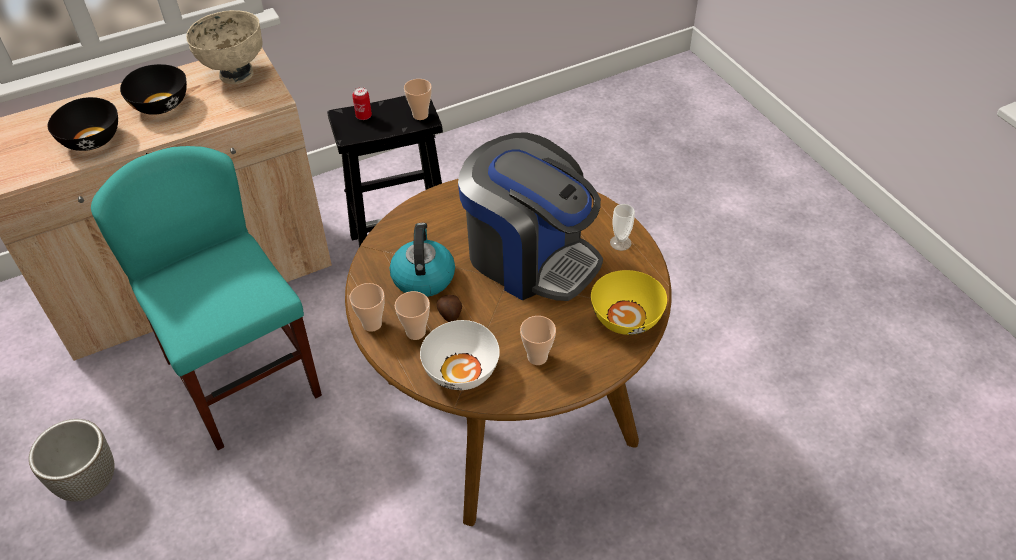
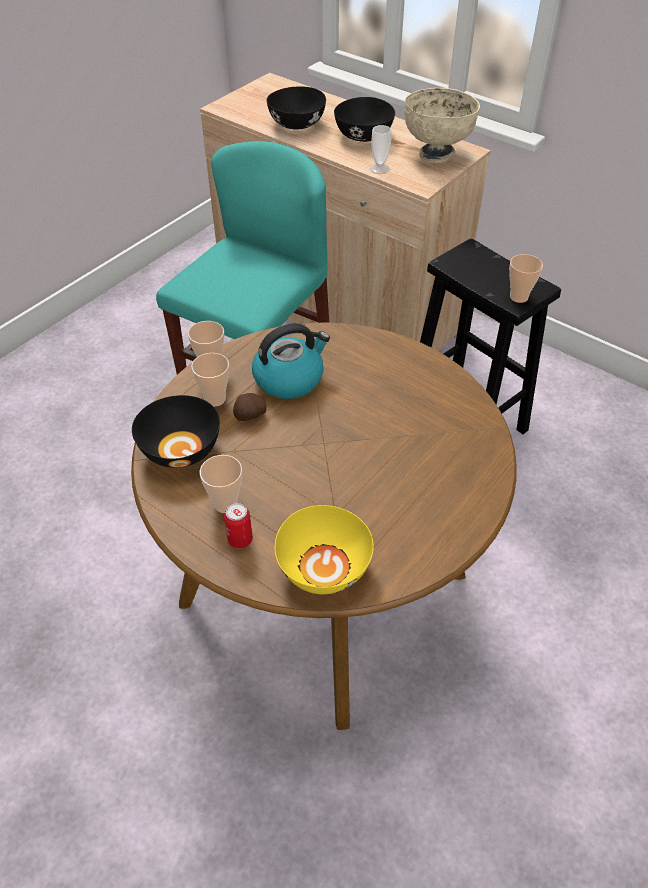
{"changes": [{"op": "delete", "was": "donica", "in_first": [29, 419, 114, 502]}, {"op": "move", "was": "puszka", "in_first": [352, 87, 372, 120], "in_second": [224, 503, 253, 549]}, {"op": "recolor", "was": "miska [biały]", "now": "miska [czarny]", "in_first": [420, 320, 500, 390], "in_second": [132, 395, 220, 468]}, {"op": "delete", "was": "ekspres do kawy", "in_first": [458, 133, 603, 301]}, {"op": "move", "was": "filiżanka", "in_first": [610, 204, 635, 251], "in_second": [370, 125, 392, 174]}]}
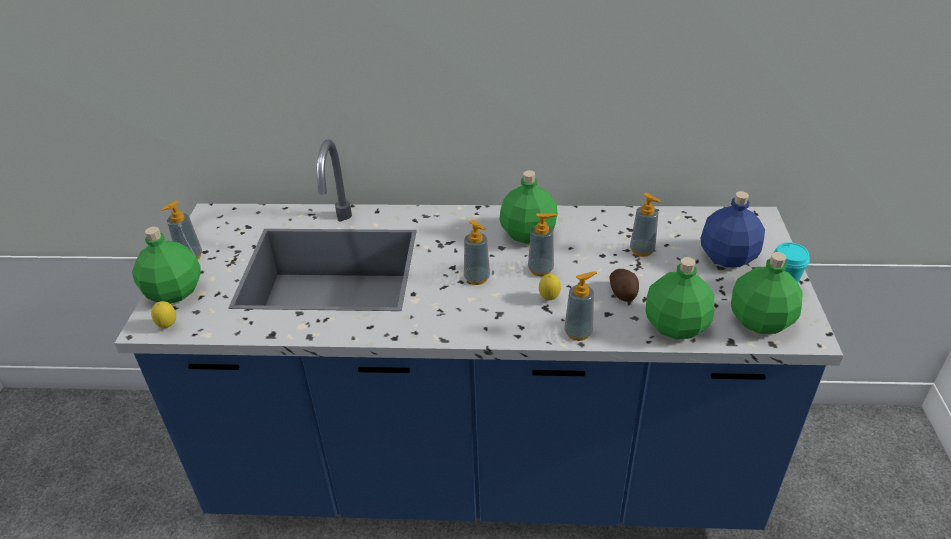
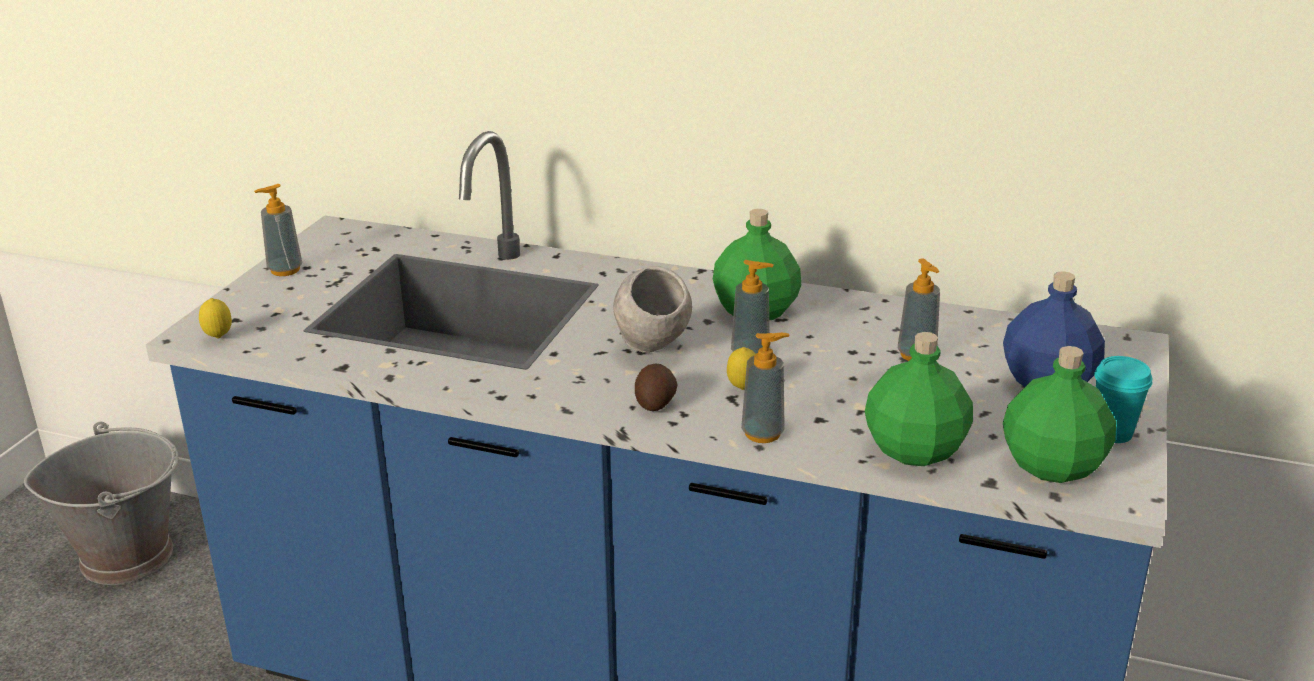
{"changes": [{"op": "delete", "was": "butelka [zielony]", "in_first": [132, 227, 201, 304]}, {"op": "replace", "was": "dozownik mydła", "now": "miska [szary]", "in_first": [464, 220, 490, 285], "in_second": [613, 266, 692, 353]}, {"op": "move", "was": "ziemniak", "in_first": [610, 269, 639, 302], "in_second": [635, 364, 677, 411]}, {"op": "insert", "now": "wiadro [szary]", "in_second": [24, 422, 179, 585]}]}
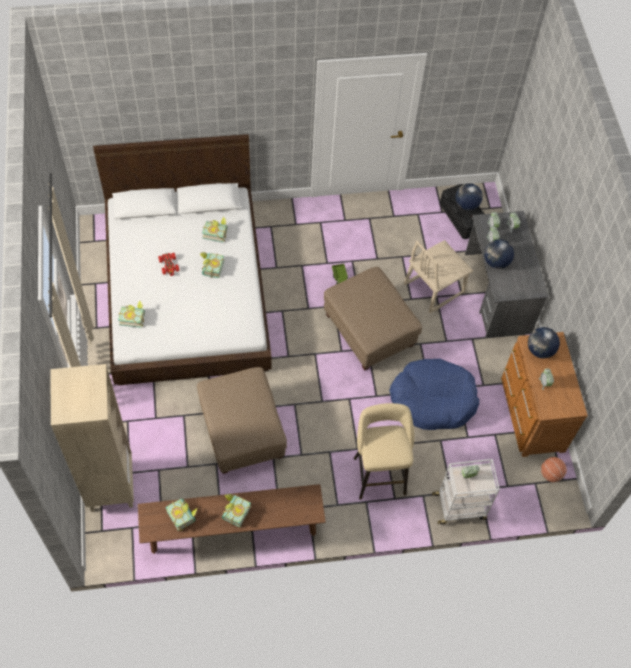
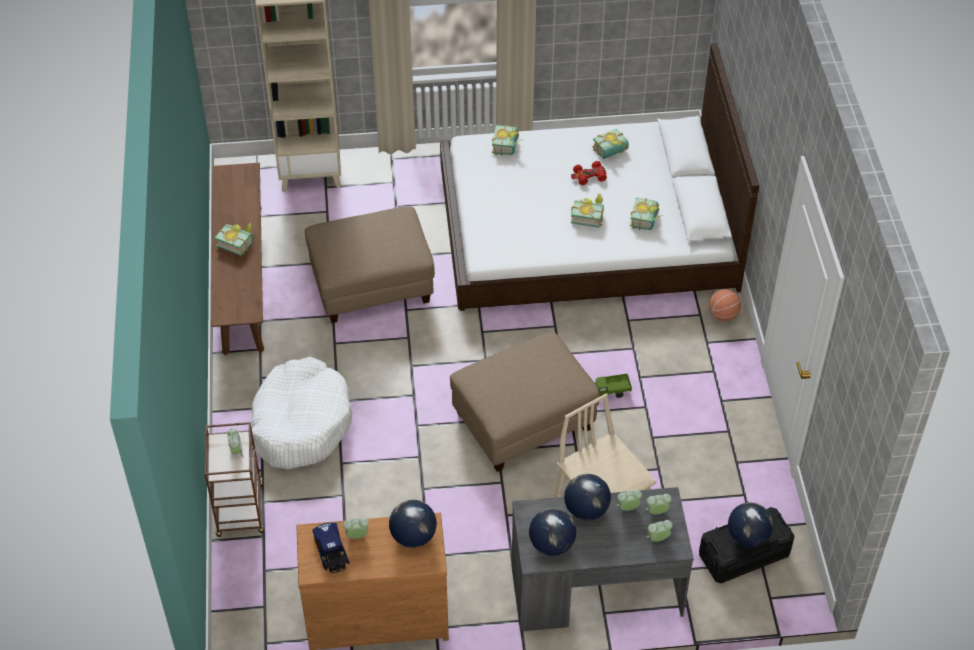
{"changes": [{"op": "move", "was": "książka", "in_first": [165, 498, 198, 531], "in_second": [593, 129, 629, 159]}, {"op": "replace", "was": "stołek [beżowy]", "now": "legowisko [biały]", "in_first": [354, 403, 414, 500], "in_second": [251, 356, 352, 469]}, {"op": "delete", "was": "legowisko [niebieski]", "in_first": [389, 359, 479, 430]}, {"op": "recolor", "was": "wózek [biały]", "now": "wózek [brązowy]", "in_first": [432, 459, 500, 525], "in_second": [205, 422, 264, 537]}, {"op": "move", "was": "piłka do koszykówki", "in_first": [541, 457, 567, 482], "in_second": [709, 289, 741, 322]}, {"op": "insert", "now": "ciężarówka zabawkowa", "in_second": [312, 523, 349, 574]}, {"op": "insert", "now": "globus", "in_second": [529, 508, 576, 556]}]}
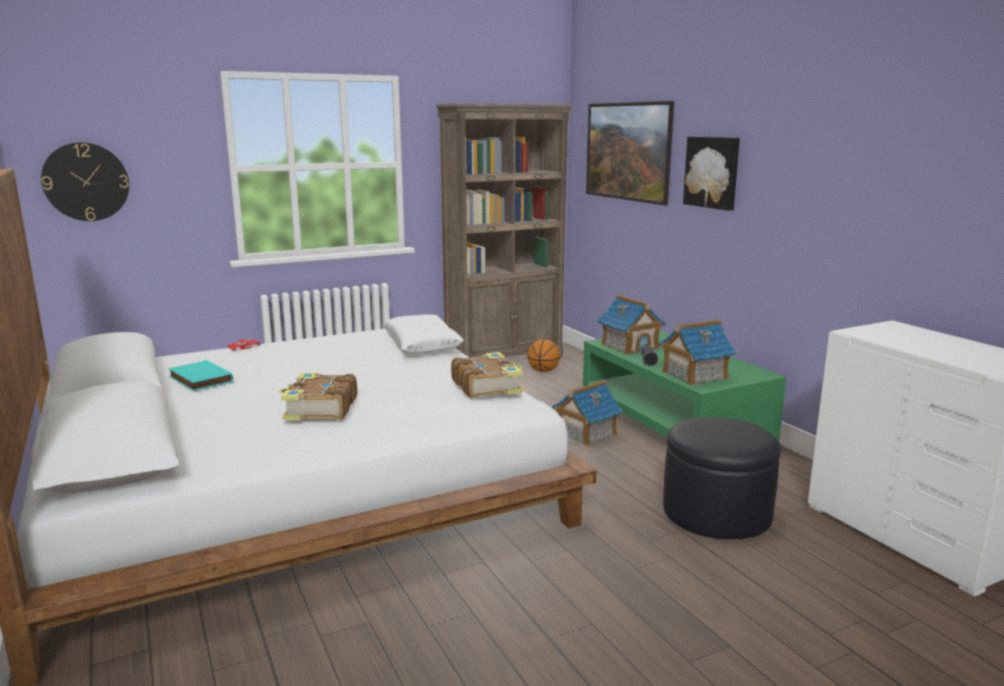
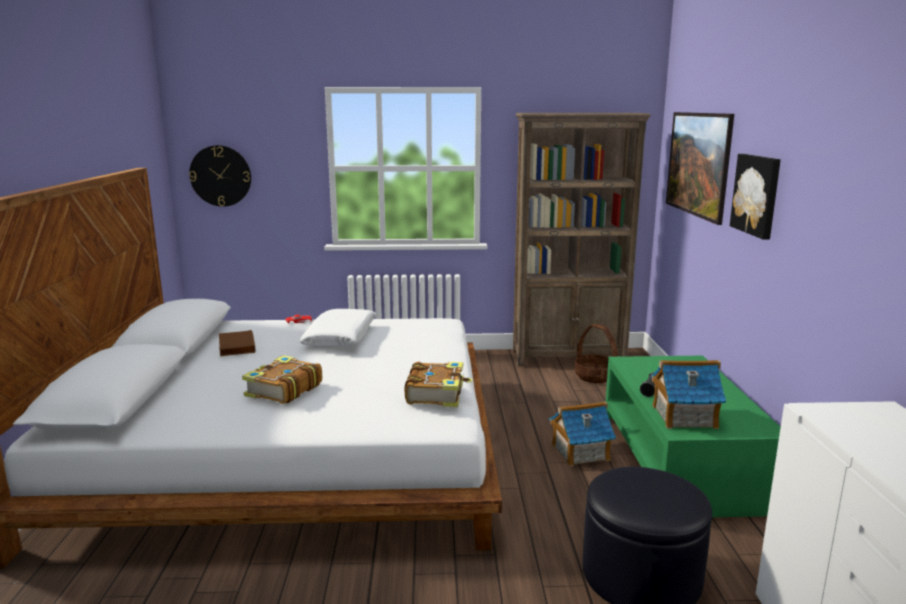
{"changes": [{"op": "recolor", "was": "książka [turkusowy]", "now": "książka [brązowy]", "in_first": [168, 360, 233, 391], "in_second": [219, 330, 256, 356]}, {"op": "move", "was": "poduszka [biały]", "in_first": [383, 314, 464, 354], "in_second": [299, 309, 376, 347]}, {"op": "replace", "was": "piłka do koszykówki", "now": "koszyk", "in_first": [527, 339, 560, 372], "in_second": [575, 324, 618, 383]}, {"op": "delete", "was": "domek", "in_first": [597, 295, 665, 355]}]}
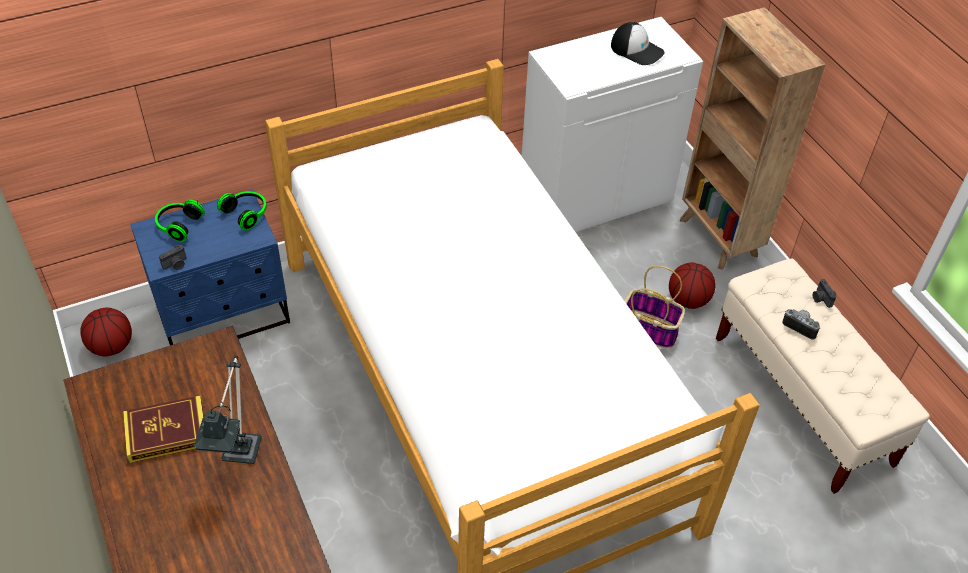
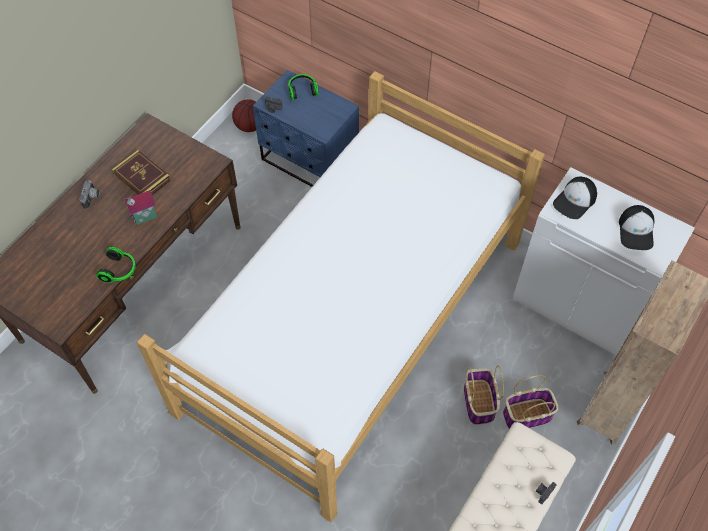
{"changes": [{"op": "replace", "was": "lampa stołowa", "now": "domek", "in_first": [194, 356, 262, 464], "in_second": [124, 190, 157, 225]}, {"op": "move", "was": "słuchawki", "in_first": [217, 191, 267, 231], "in_second": [96, 247, 136, 283]}, {"op": "replace", "was": "piłka do koszykówki", "now": "koszyk", "in_first": [669, 263, 716, 309], "in_second": [503, 375, 559, 429]}, {"op": "move", "was": "aparat fotograficzny", "in_first": [782, 309, 820, 340], "in_second": [80, 180, 100, 209]}, {"op": "insert", "now": "czapka z daszkiem", "in_second": [553, 177, 597, 219]}]}
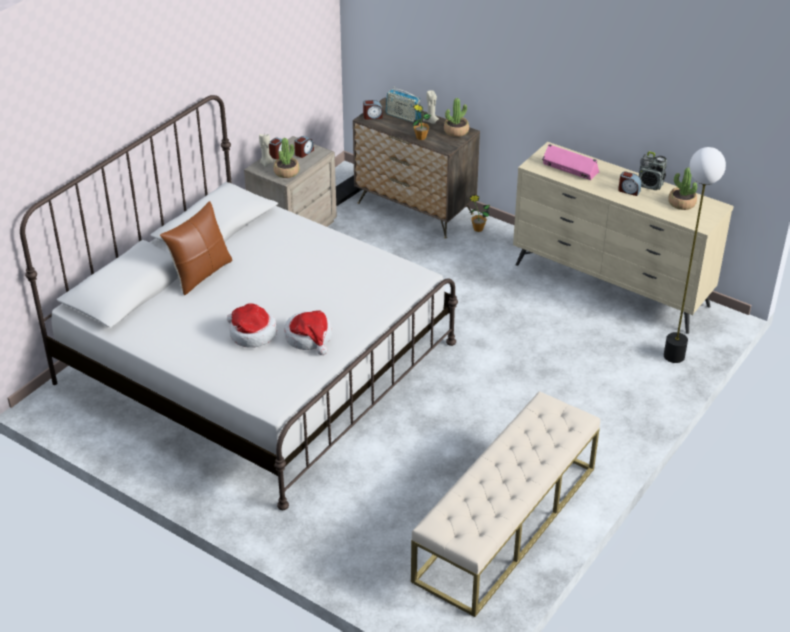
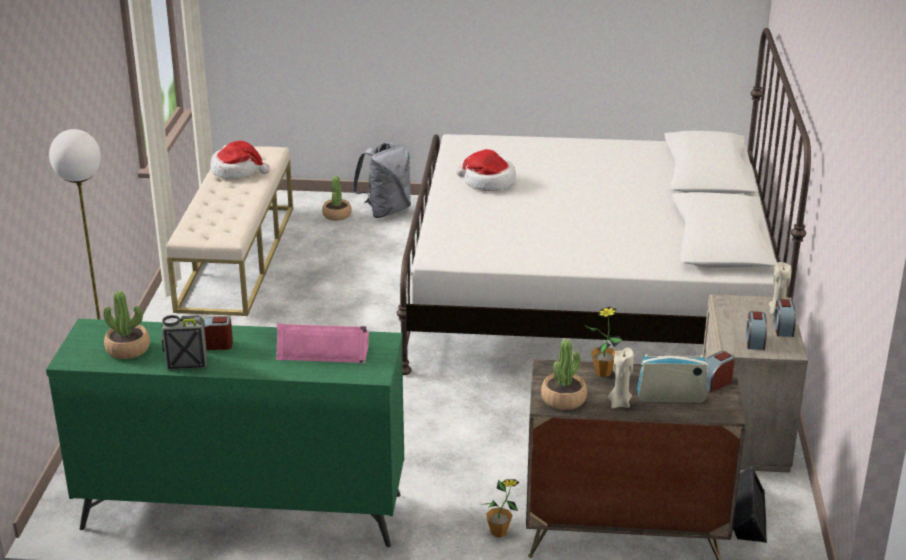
{"changes": [{"op": "delete", "was": "poduszka [brązowy]", "in_first": [160, 201, 232, 295]}, {"op": "move", "was": "kapelusz", "in_first": [227, 303, 277, 348], "in_second": [210, 141, 270, 179]}, {"op": "move", "was": "roślina doniczkowa", "in_first": [273, 138, 300, 178], "in_second": [322, 176, 352, 221]}, {"op": "recolor", "was": "komoda [beżowy]", "now": "komoda [zielony]", "in_first": [513, 142, 734, 334], "in_second": [46, 319, 404, 547]}, {"op": "insert", "now": "plecak [szary]", "in_second": [352, 142, 411, 218]}]}
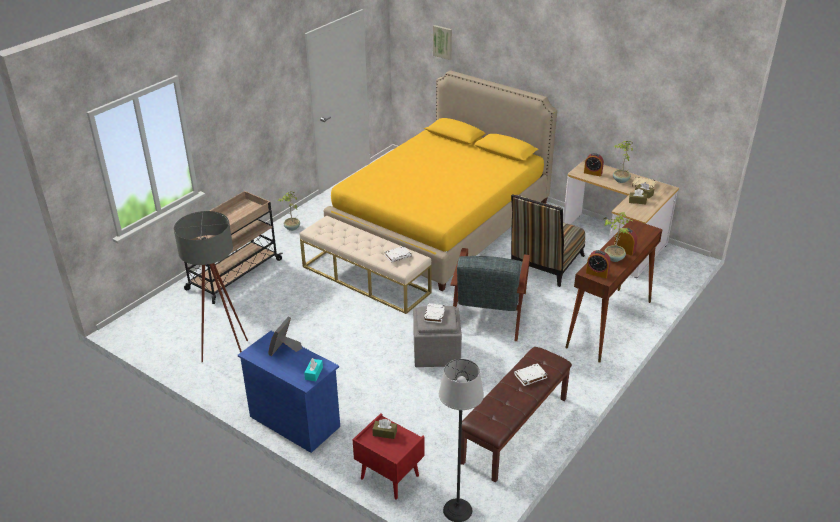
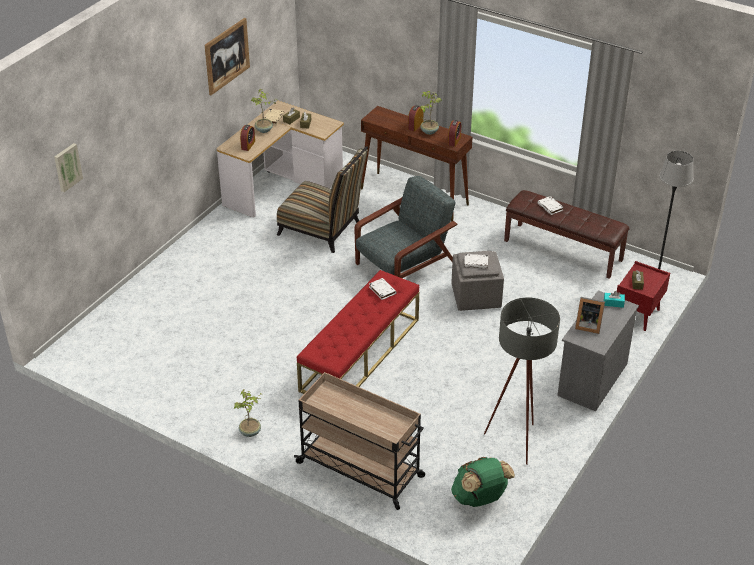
{"changes": [{"op": "recolor", "was": "komoda [niebieski]", "now": "komoda [szary]", "in_first": [238, 331, 340, 453], "in_second": [557, 290, 639, 411]}, {"op": "recolor", "was": "ławka [beżowy]", "now": "ławka [czerwony]", "in_first": [299, 215, 432, 314], "in_second": [297, 270, 419, 394]}, {"op": "delete", "was": "łóżko [żółty]", "in_first": [324, 70, 557, 291]}, {"op": "rotate", "was": "fotel [szary]", "in_first": [450, 248, 530, 341], "in_second": [355, 176, 458, 278], "clockwise": -45}, {"op": "insert", "now": "obraz", "in_second": [204, 18, 250, 95]}, {"op": "insert", "now": "plecak [zielony]", "in_second": [451, 457, 515, 507]}]}
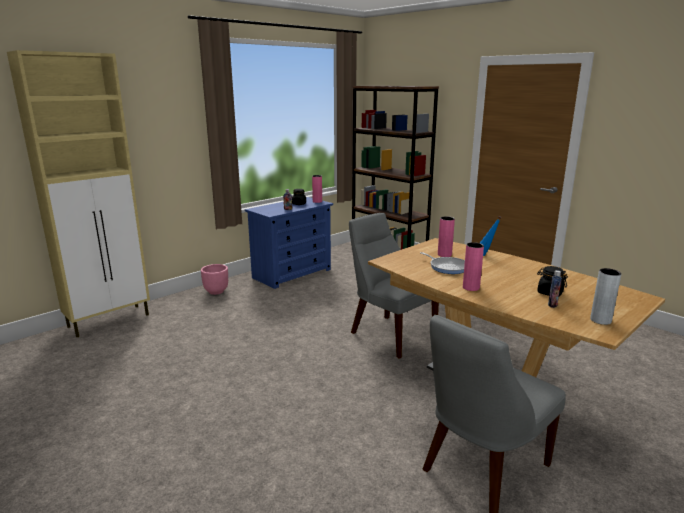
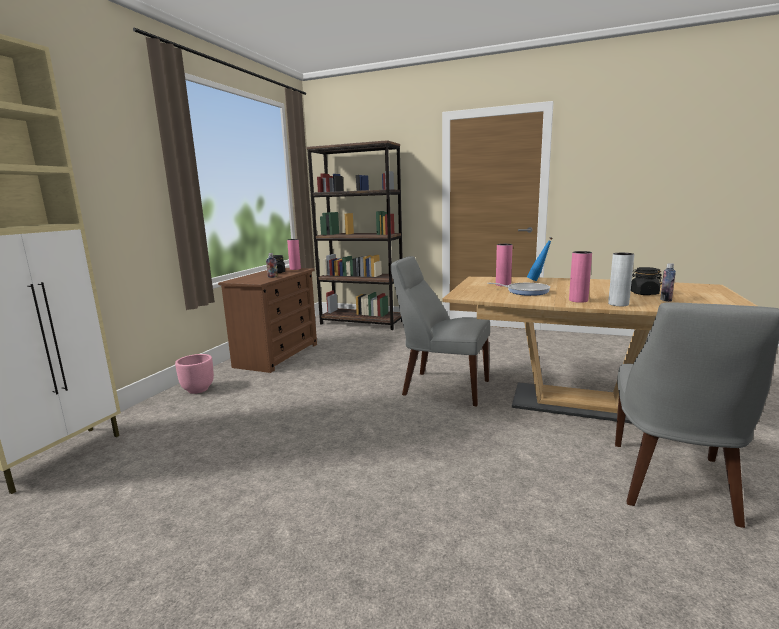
{"changes": [{"op": "recolor", "was": "komoda [niebieski]", "now": "komoda [brązowy]", "in_first": [245, 197, 333, 289], "in_second": [218, 268, 317, 373]}, {"op": "move", "was": "wazon [szary]", "in_first": [590, 268, 621, 325], "in_second": [608, 253, 634, 306]}]}
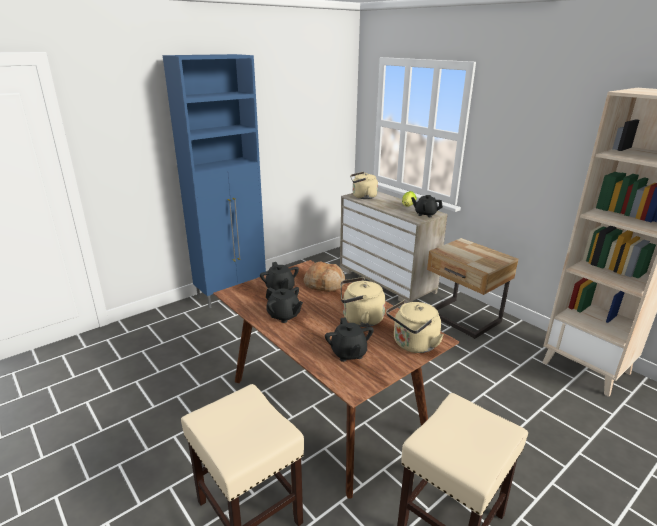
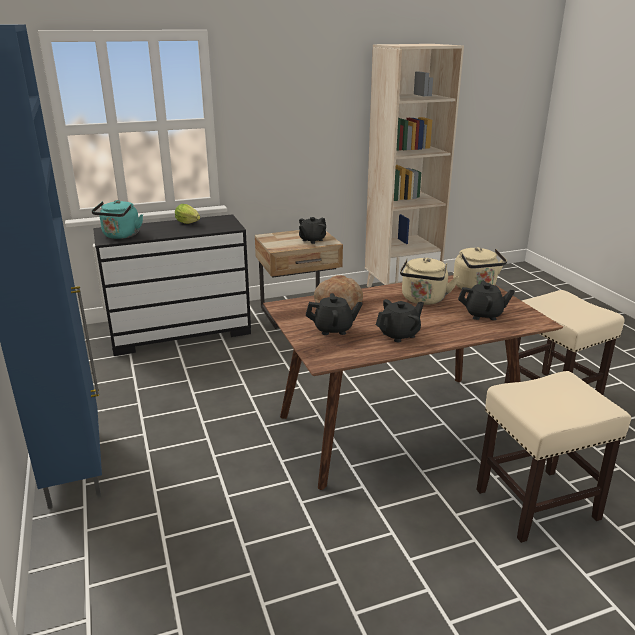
{"changes": [{"op": "recolor", "was": "komoda [beżowy]", "now": "komoda [czarny]", "in_first": [340, 192, 448, 303], "in_second": [93, 214, 251, 356]}, {"op": "recolor", "was": "czajnik [beżowy]", "now": "czajnik [turkusowy]", "in_first": [350, 172, 378, 199], "in_second": [92, 200, 143, 239]}, {"op": "move", "was": "imbryk [czarny]", "in_first": [411, 195, 443, 217], "in_second": [299, 217, 326, 244]}]}
